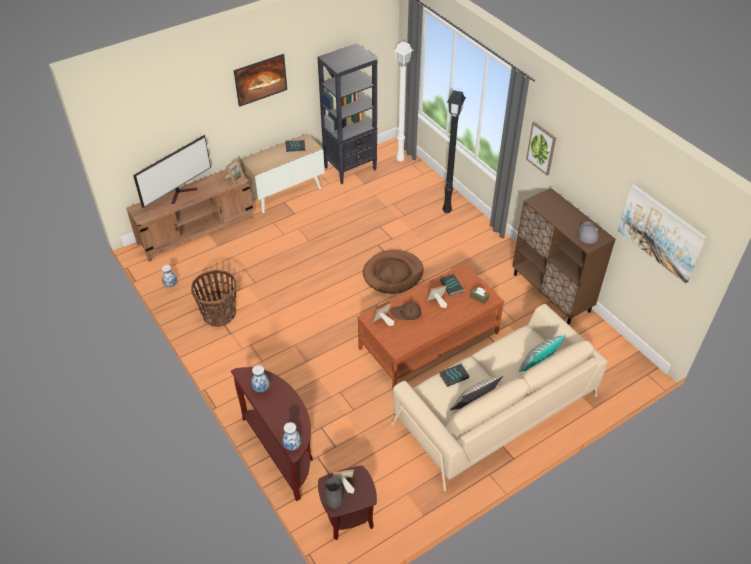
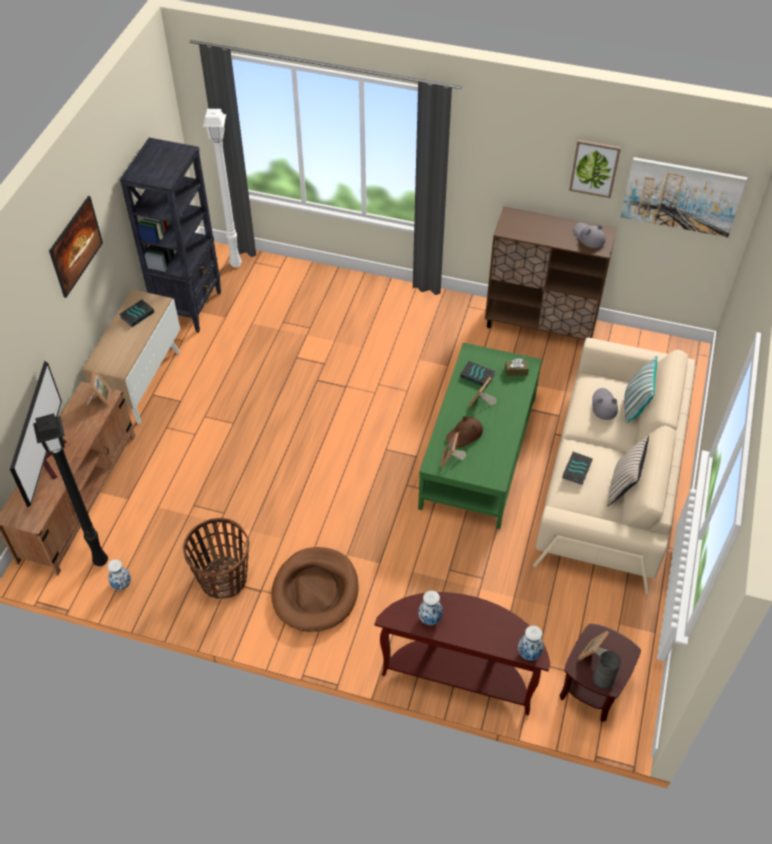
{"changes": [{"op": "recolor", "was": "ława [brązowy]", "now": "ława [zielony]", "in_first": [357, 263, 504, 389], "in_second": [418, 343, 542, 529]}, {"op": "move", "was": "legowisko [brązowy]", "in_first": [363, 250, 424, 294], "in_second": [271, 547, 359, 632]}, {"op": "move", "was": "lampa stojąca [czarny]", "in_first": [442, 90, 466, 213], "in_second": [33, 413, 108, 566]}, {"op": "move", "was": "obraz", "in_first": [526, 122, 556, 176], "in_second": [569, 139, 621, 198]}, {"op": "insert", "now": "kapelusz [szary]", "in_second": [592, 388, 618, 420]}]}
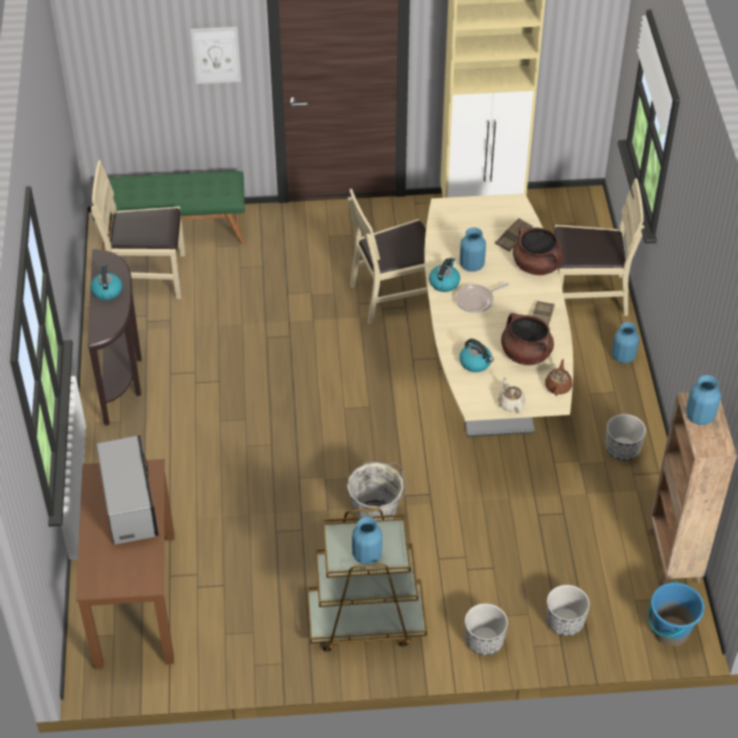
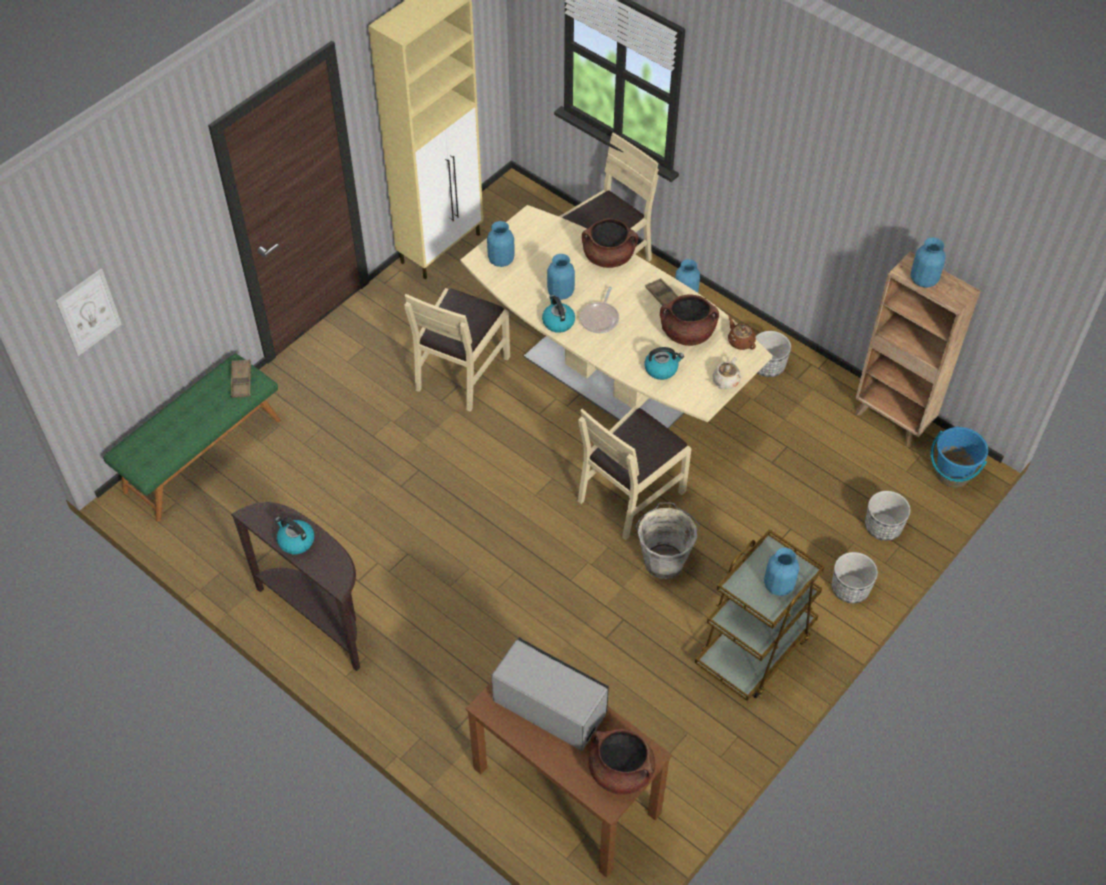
{"changes": [{"op": "move", "was": "krzesło [beżowy]", "in_first": [91, 160, 185, 299], "in_second": [578, 406, 691, 540]}, {"op": "move", "was": "obraz", "in_first": [190, 27, 241, 84], "in_second": [56, 268, 121, 356]}, {"op": "move", "was": "taca [brązowy]", "in_first": [495, 218, 533, 251], "in_second": [231, 359, 251, 398]}, {"op": "rotate", "was": "imbryk [beżowy]", "in_first": [498, 376, 526, 413], "in_second": [712, 357, 741, 389], "clockwise": -90}, {"op": "insert", "now": "wazon [niebieski]", "in_second": [487, 221, 515, 267]}, {"op": "insert", "now": "garnek [brązowy]", "in_second": [588, 729, 655, 795]}]}
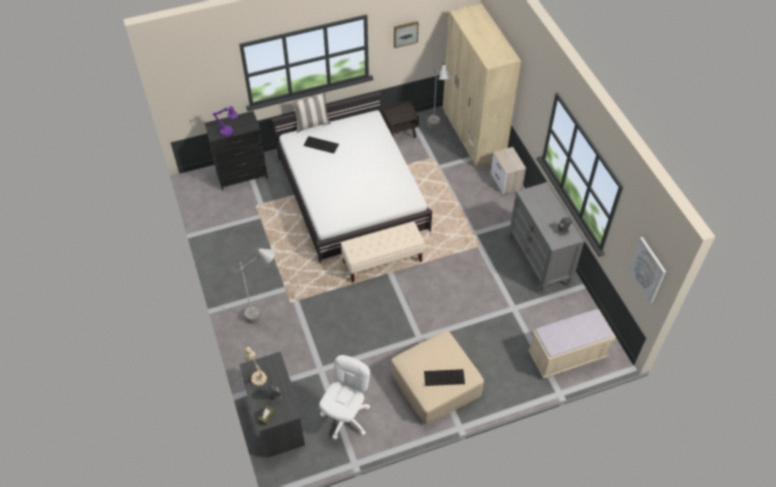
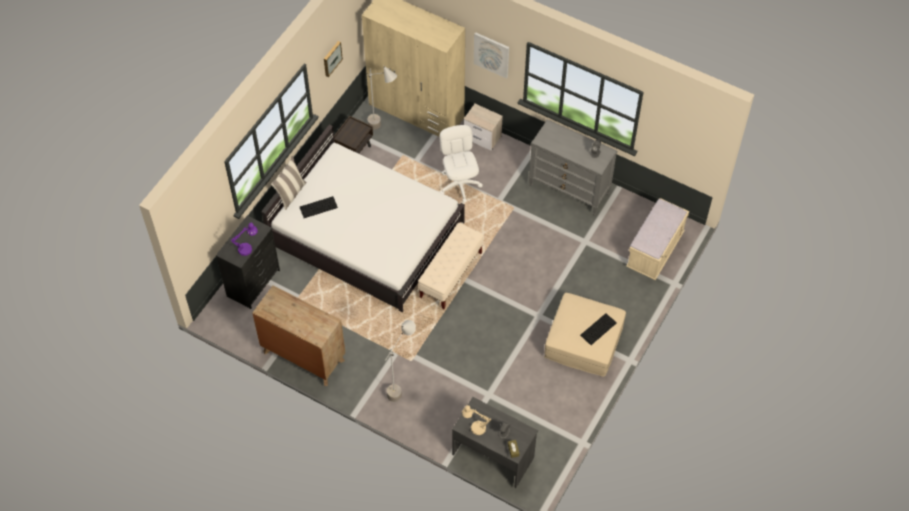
{"changes": [{"op": "move", "was": "krzesło biurowe [biały]", "in_first": [319, 355, 370, 440], "in_second": [440, 125, 483, 203]}, {"op": "move", "was": "obraz", "in_first": [628, 237, 666, 303], "in_second": [474, 32, 509, 79]}, {"op": "insert", "now": "komoda [brązowy]", "in_second": [252, 285, 346, 386]}]}
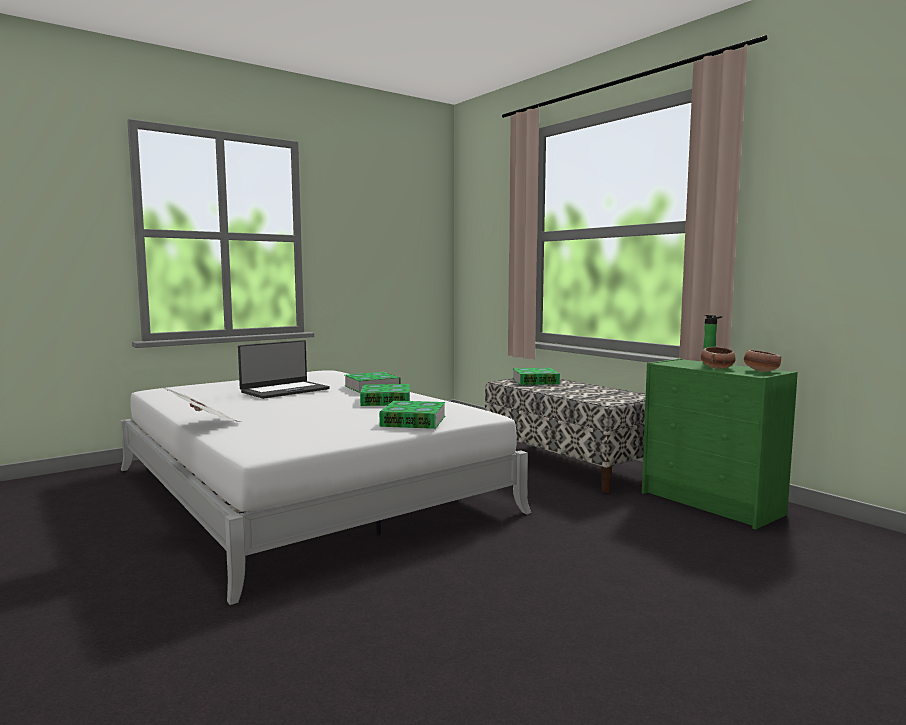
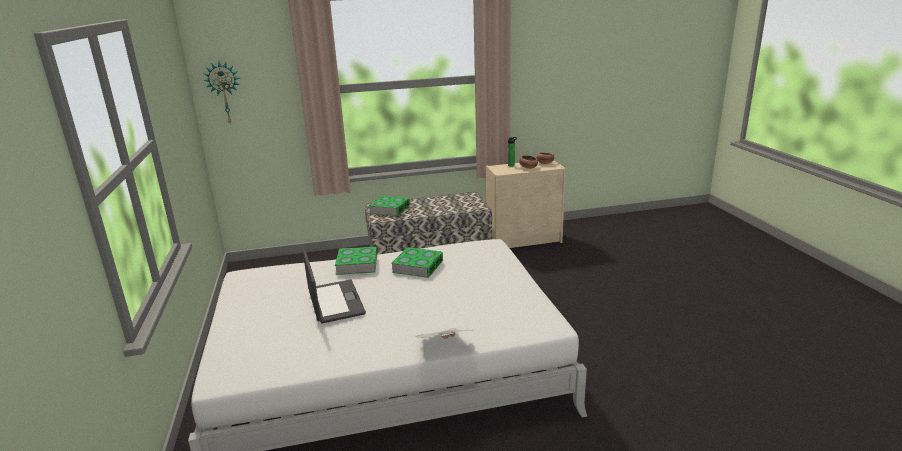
{"changes": [{"op": "delete", "was": "książka", "in_first": [379, 401, 445, 429]}, {"op": "recolor", "was": "komoda [zielony]", "now": "komoda [beżowy]", "in_first": [642, 358, 798, 530], "in_second": [486, 161, 566, 248]}, {"op": "insert", "now": "zegar ścienny", "in_second": [203, 61, 240, 123]}]}
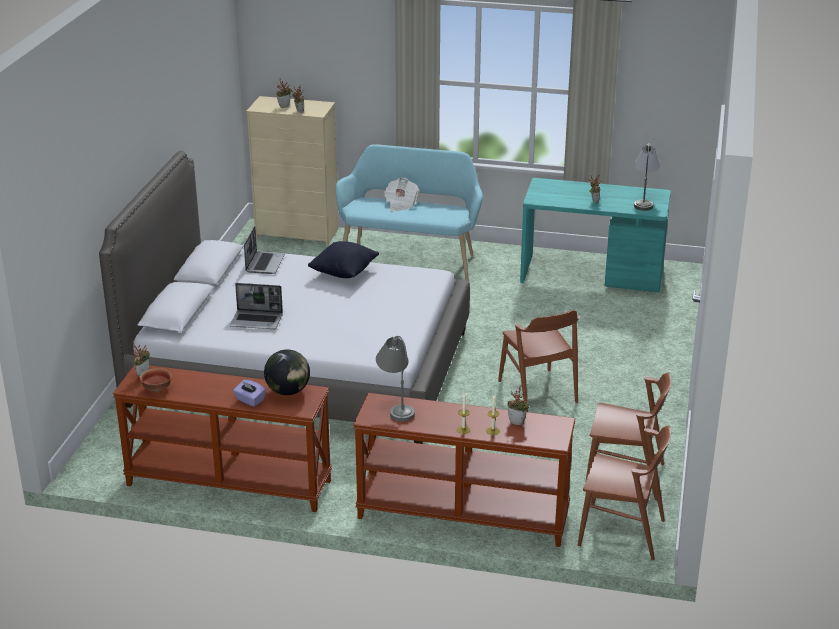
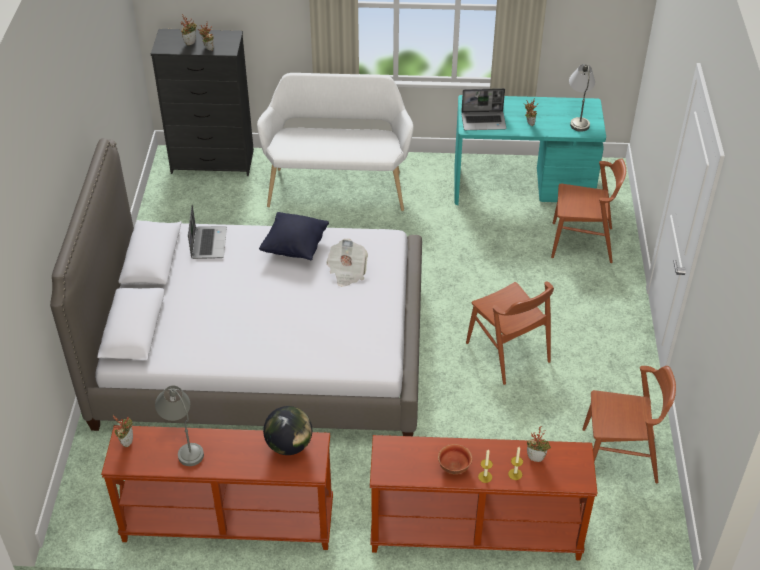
{"changes": [{"op": "move", "was": "miska", "in_first": [140, 368, 172, 392], "in_second": [438, 444, 472, 474]}, {"op": "move", "was": "laptop", "in_first": [230, 283, 283, 329], "in_second": [461, 88, 506, 130]}, {"op": "delete", "was": "pudełko chusteczek [fioletowy]", "in_first": [233, 379, 266, 407]}, {"op": "recolor", "was": "komoda [beżowy]", "now": "komoda [czarny]", "in_first": [246, 96, 338, 247], "in_second": [151, 29, 254, 176]}, {"op": "recolor", "was": "ławka [turkusowy]", "now": "ławka [biały]", "in_first": [336, 144, 483, 281], "in_second": [257, 73, 414, 211]}, {"op": "move", "was": "lampa stołowa [szary]", "in_first": [376, 336, 415, 422], "in_second": [155, 386, 204, 466]}, {"op": "move", "was": "gazeta", "in_first": [384, 177, 419, 212], "in_second": [326, 239, 368, 287]}, {"op": "move", "was": "krzesło [brązowy]", "in_first": [578, 426, 671, 560], "in_second": [551, 158, 626, 263]}]}
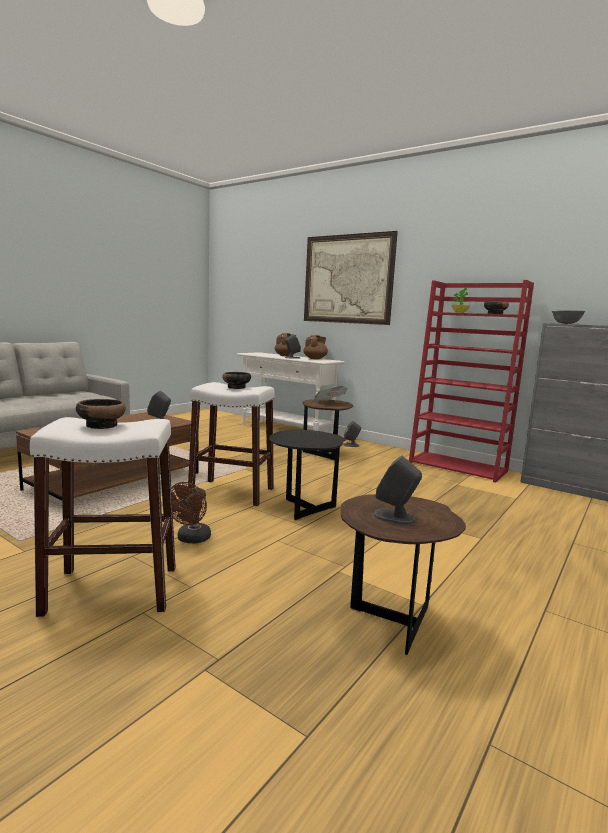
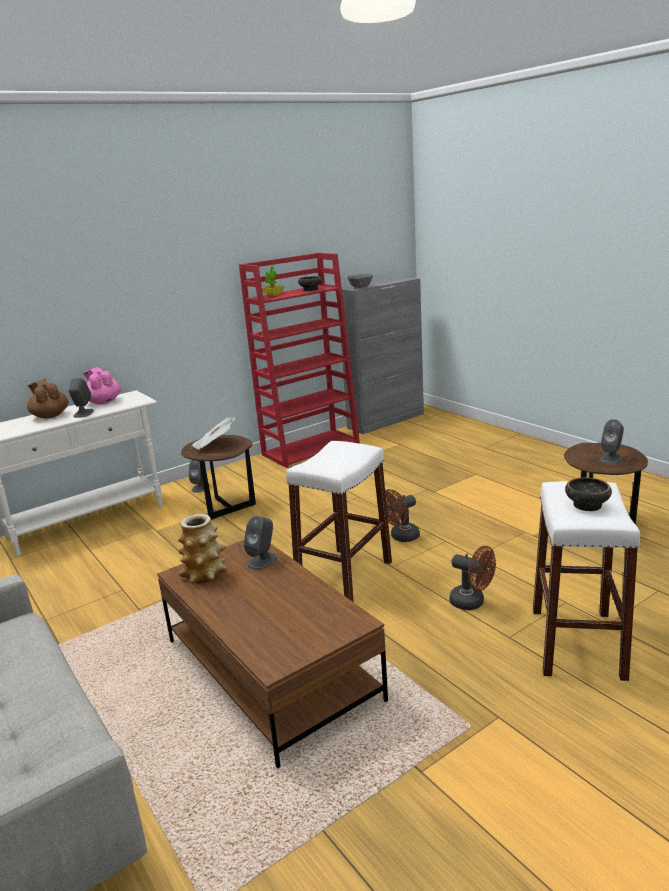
{"changes": [{"op": "delete", "was": "miska", "in_first": [222, 372, 251, 389]}, {"op": "replace", "was": "stolik [czarny]", "now": "wentylator [brązowy]", "in_first": [269, 430, 346, 520], "in_second": [385, 489, 420, 542]}, {"op": "recolor", "was": "imbryk [brązowy]", "now": "imbryk [różowy]", "in_first": [303, 335, 328, 359], "in_second": [83, 367, 121, 404]}, {"op": "delete", "was": "obraz", "in_first": [304, 231, 398, 325]}, {"op": "insert", "now": "wazon", "in_second": [178, 514, 227, 584]}]}
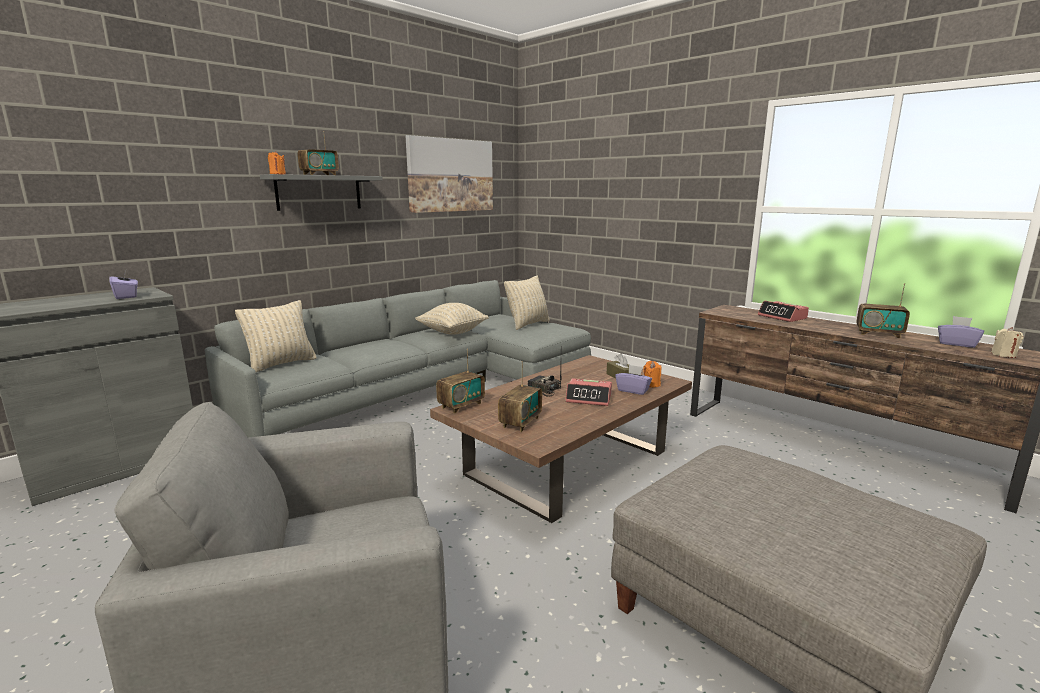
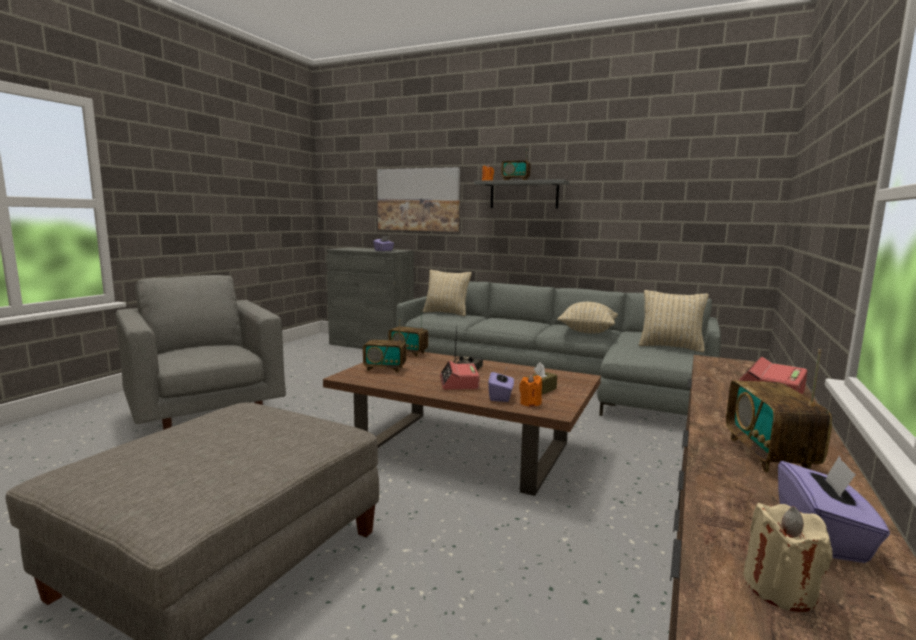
{"changes": [{"op": "move", "was": "obraz", "in_first": [406, 135, 493, 213], "in_second": [377, 167, 460, 232]}]}
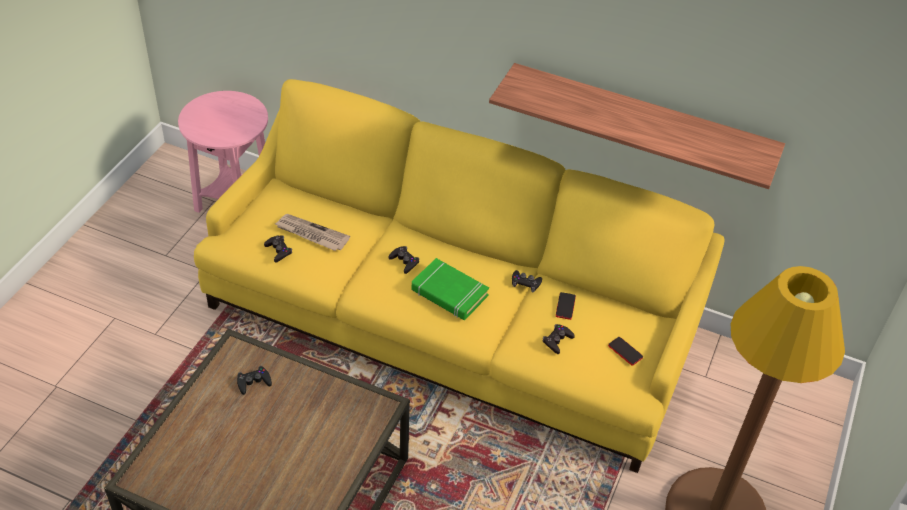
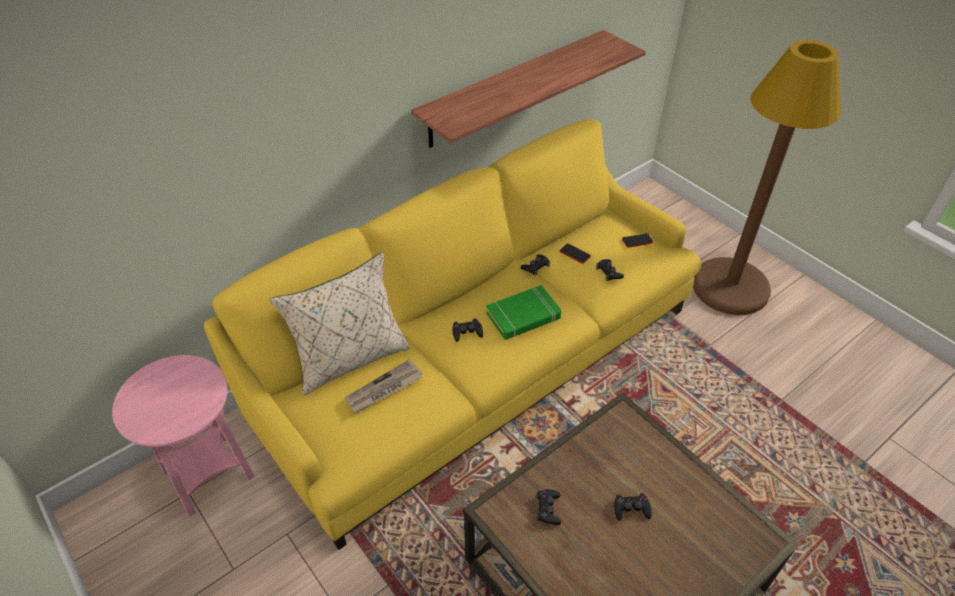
{"changes": [{"op": "move", "was": "pad do gier [czarny]", "in_first": [264, 235, 292, 263], "in_second": [614, 493, 652, 521]}, {"op": "insert", "now": "poduszka [beżowy]", "in_second": [270, 252, 410, 395]}]}
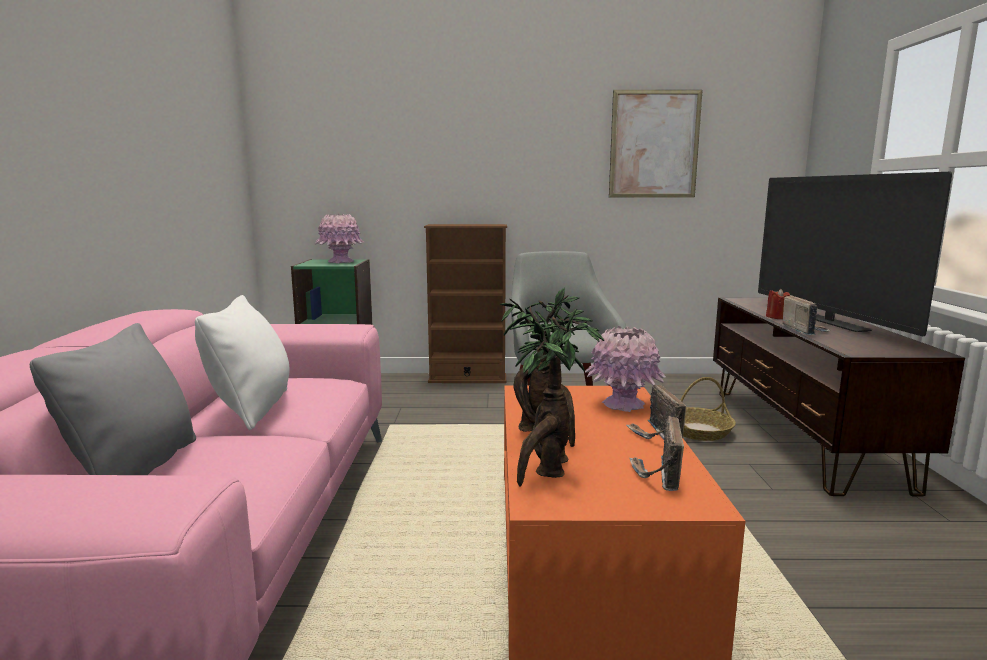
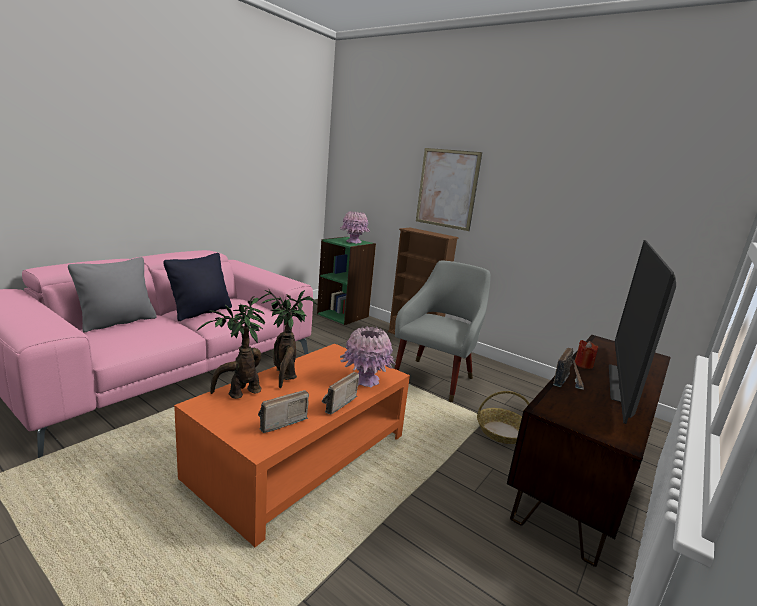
{"changes": [{"op": "recolor", "was": "poduszka [biały]", "now": "poduszka [czarny]", "in_first": [195, 295, 290, 430], "in_second": [163, 253, 232, 321]}, {"op": "move", "was": "obraz", "in_first": [609, 90, 703, 197], "in_second": [416, 148, 482, 231]}]}
